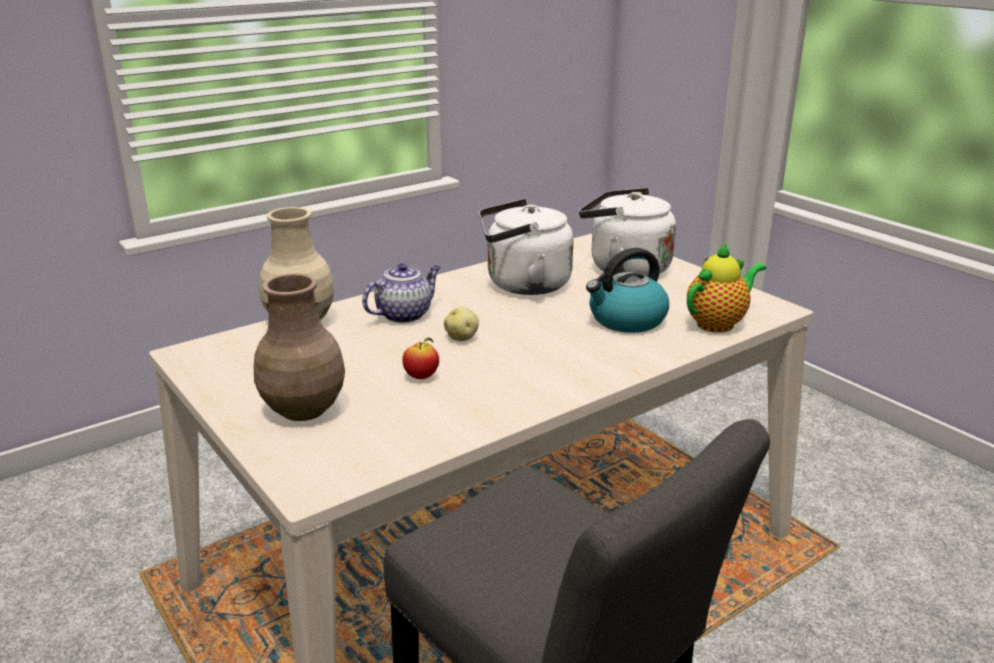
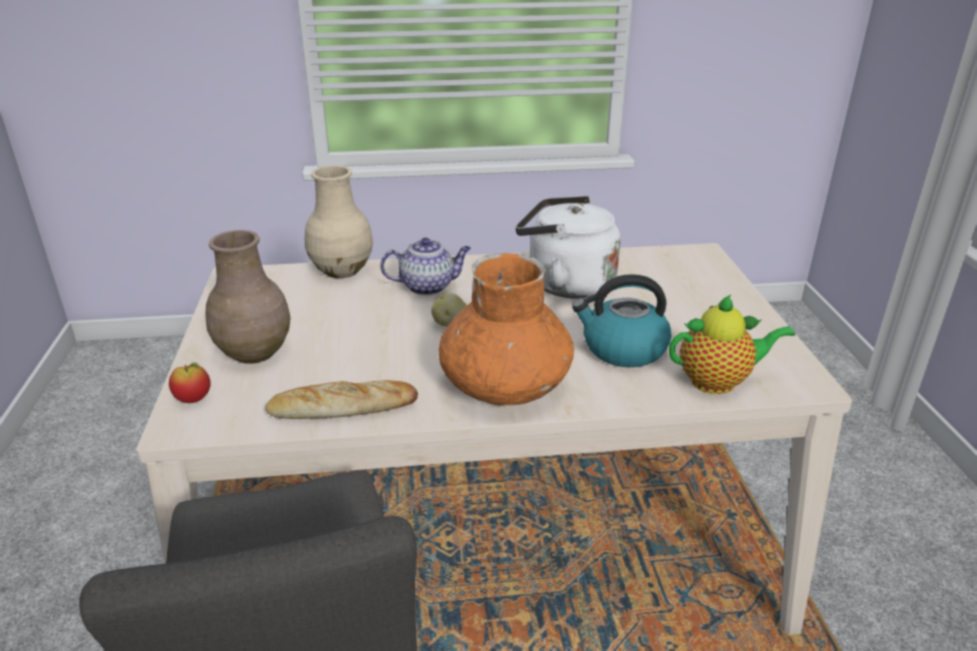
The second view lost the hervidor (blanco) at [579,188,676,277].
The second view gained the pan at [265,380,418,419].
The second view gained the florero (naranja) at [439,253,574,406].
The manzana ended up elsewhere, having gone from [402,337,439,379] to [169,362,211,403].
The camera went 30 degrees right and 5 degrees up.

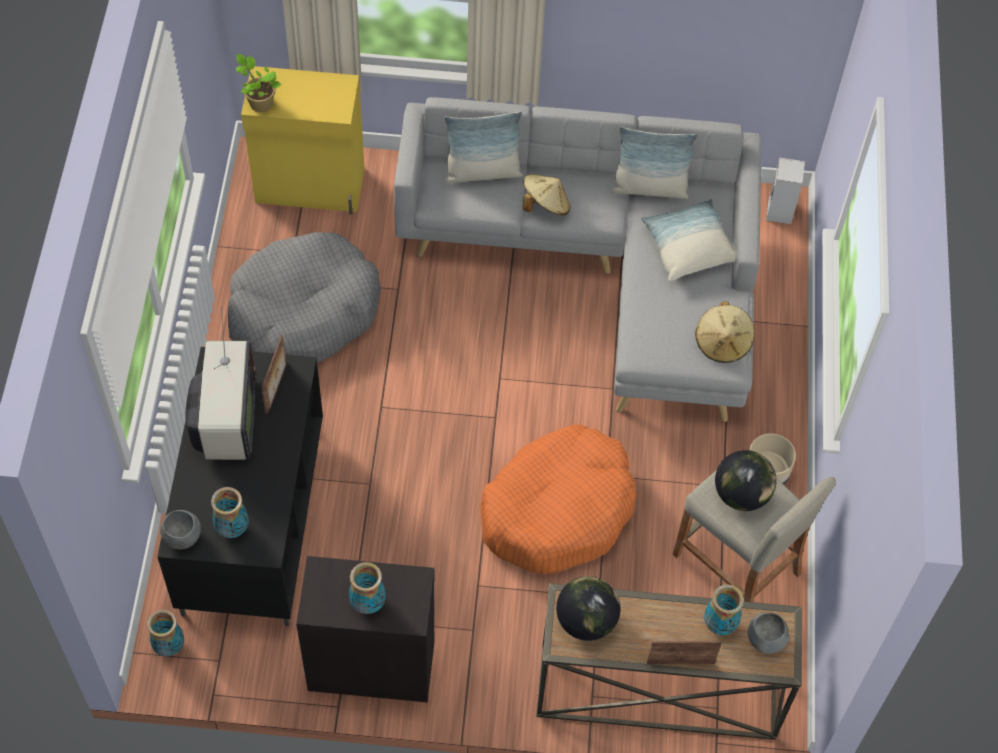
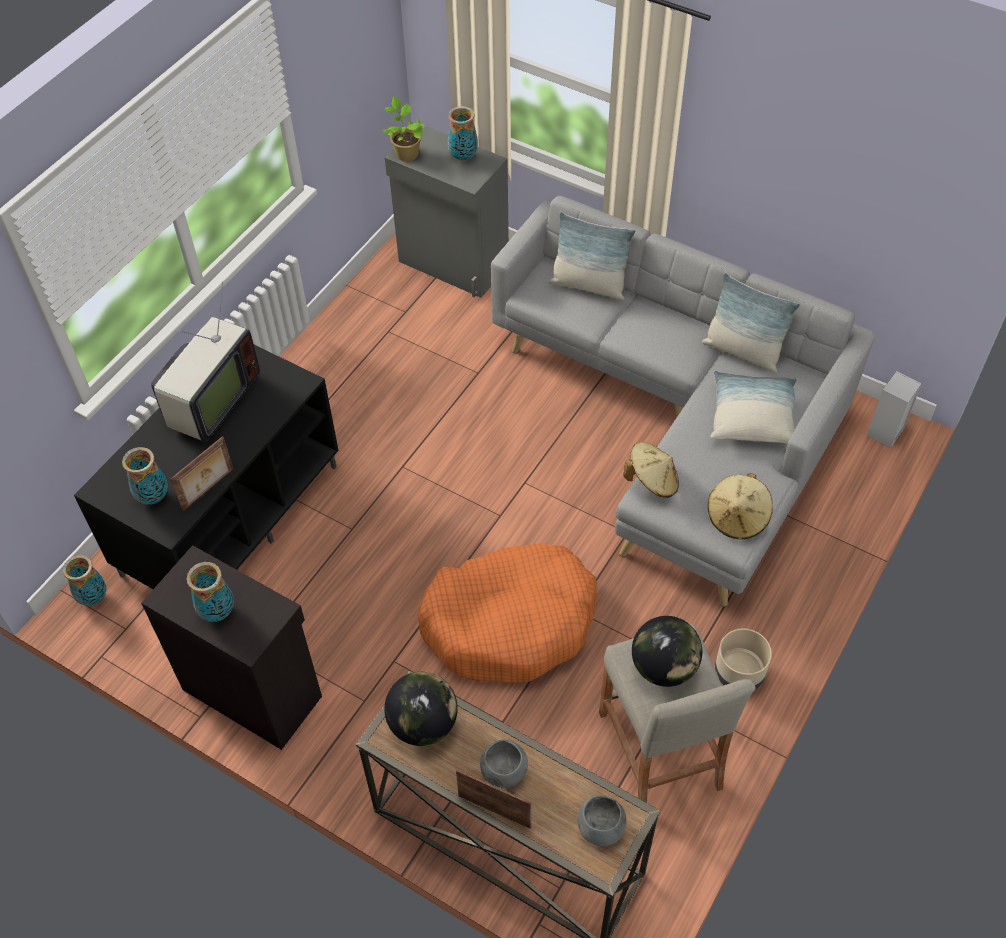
The second view lost the cama para perro (gris) at [228,232,381,363].
The cuenco (gris) ended up elsewhere, having gone from [160,510,201,549] to [480,740,528,788].
The portarretratos ended up elsewhere, having gone from [262,335,287,414] to [170,436,233,511].
The sombrero (beis) ended up elsewhere, having gone from [522,174,571,215] to [624,442,679,498].
The florero ended up elsewhere, having gone from [704,585,744,635] to [448,106,478,161].
What was the armario (amarillo) at [241,66,364,215] turned into the armario (gris) at [385,124,509,298].
The camera went 30 degrees right and 5 degrees down.

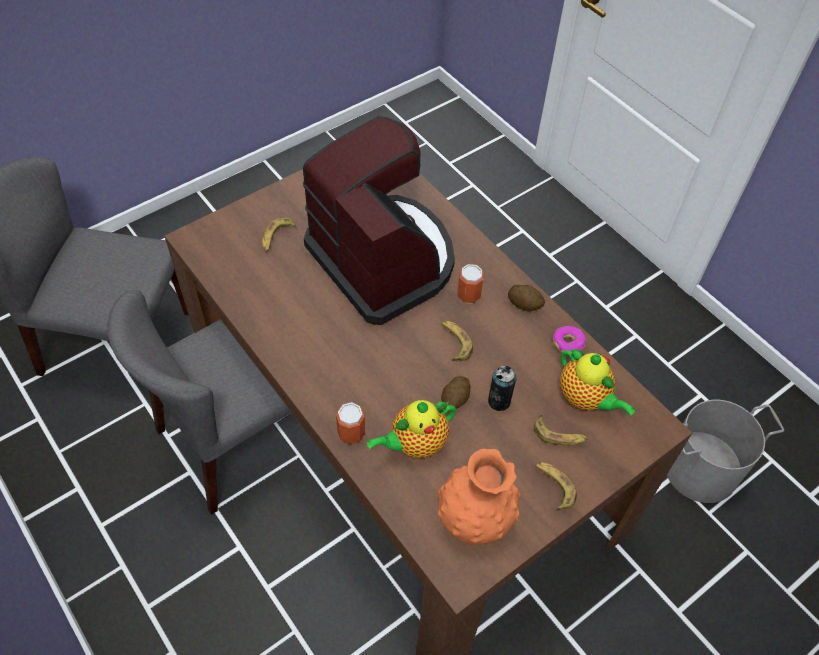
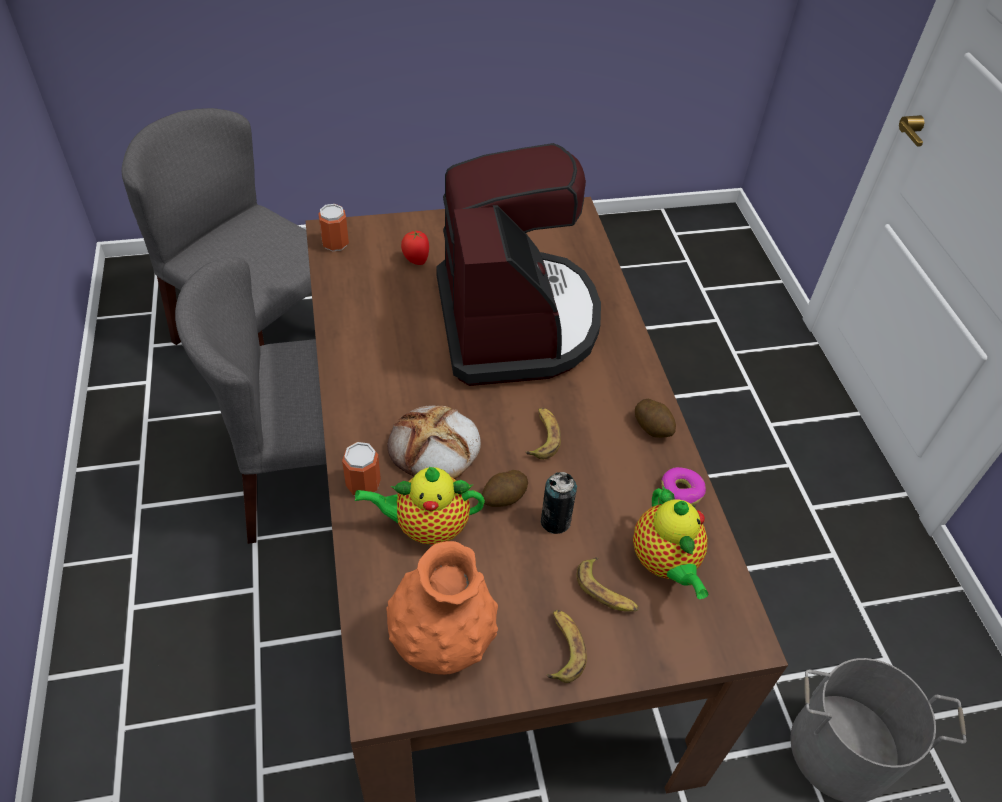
The second view gained the pan at [387,406,481,479].
The lata ended up elsewhere, having gone from [457,264,484,304] to [318,204,349,251].
Where the plátano stood at [262,217,297,252], the tomate came to stand at [401,230,429,265].
The camera went 25 degrees right and 5 degrees down.

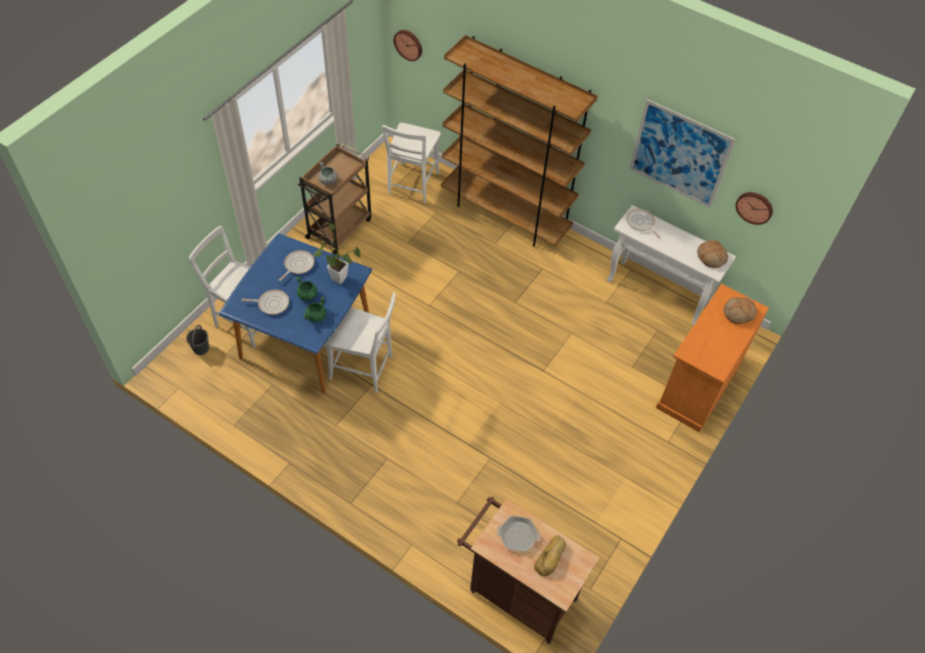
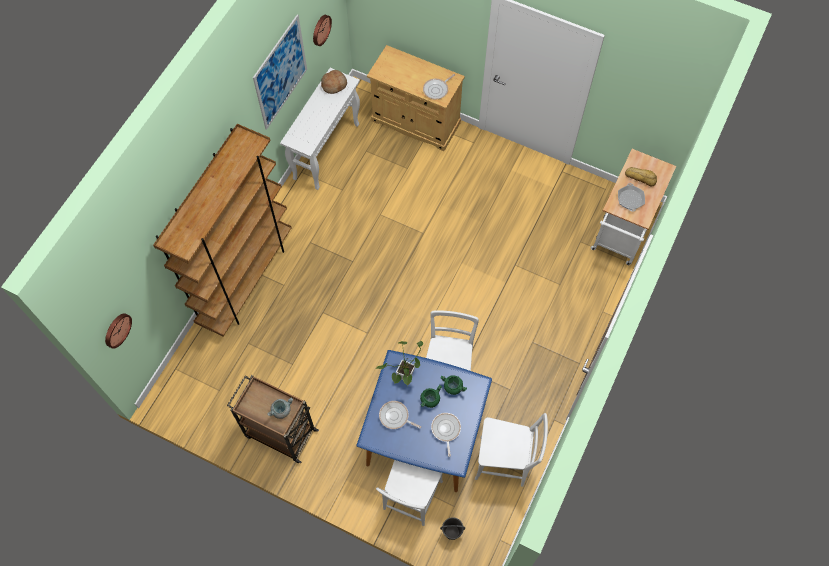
The second view lost the pan at [724,297,757,324].
The silla (blanco) ended up elsewhere, having gone from [382,123,441,203] to [475,413,548,487].
The sartén ended up elsewhere, having gone from [626,209,660,238] to [423,74,455,100].
What was the carrito (marrón) at [457,497,600,644] turned into the carrito (blanco) at [591,149,676,265].
What was the armario (naranja) at [656,284,769,432] turned into the armario (beis) at [367,45,465,151].
The camera went 95 degrees left and 10 degrees up.

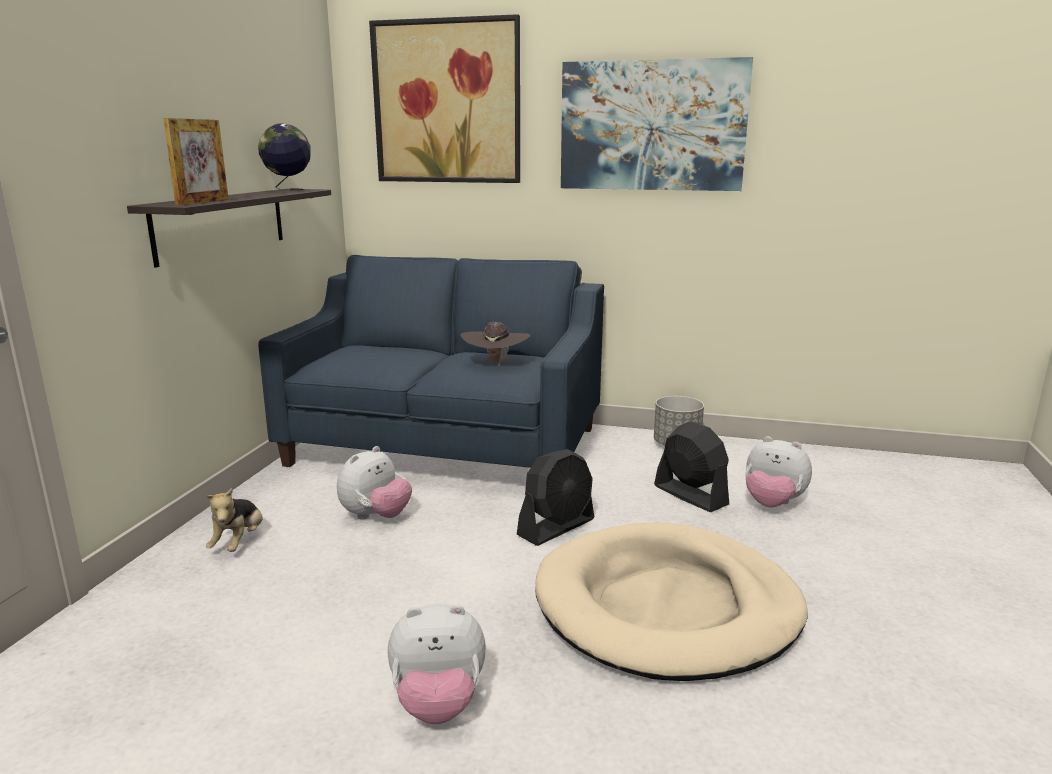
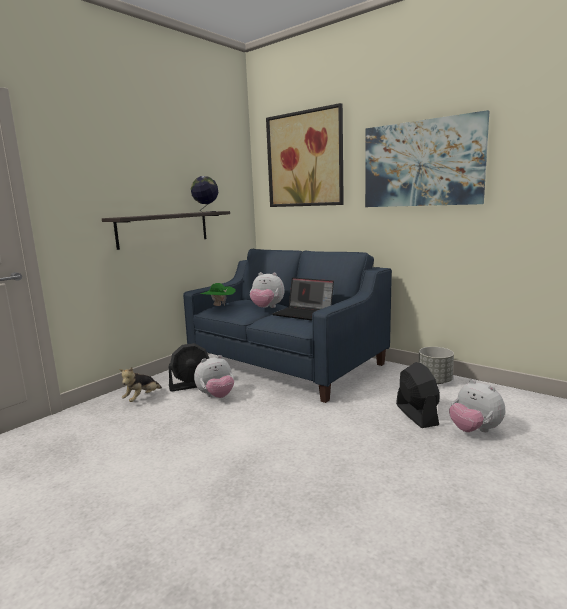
The second view lost the portarretratos at [163,118,229,205].
The second view lost the cama para perro (beis) at [535,523,808,681].
The second view gained the sombrero (verde) at [200,283,236,306].
The peluche ended up elsewhere, having gone from [388,604,486,724] to [250,272,284,308].
The ventilador (negro) ended up elsewhere, having gone from [517,449,594,546] to [169,343,209,392].
Where the sombrero (marrón) stood at [461,322,531,366], the portátil came to stand at [272,277,334,321].
The camera went 25 degrees right and 5 degrees down.

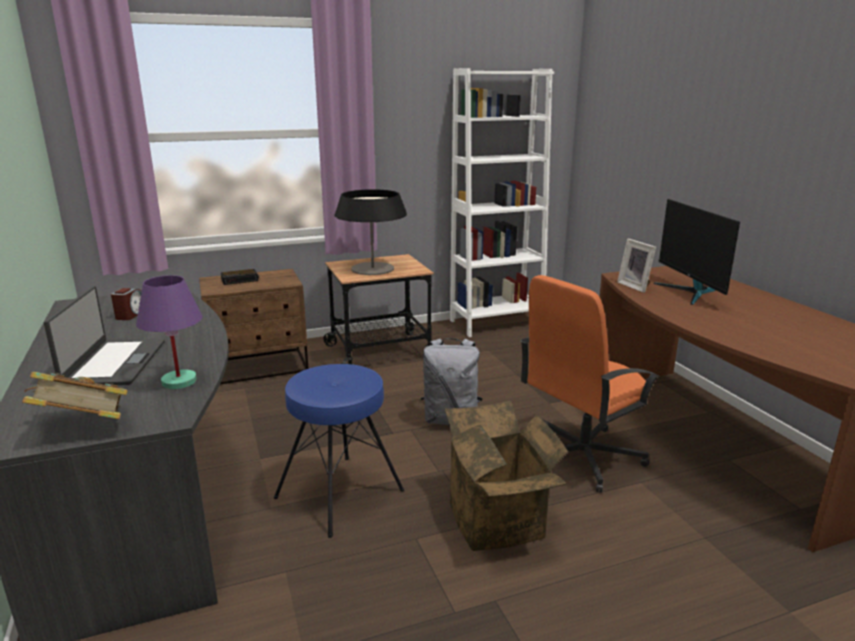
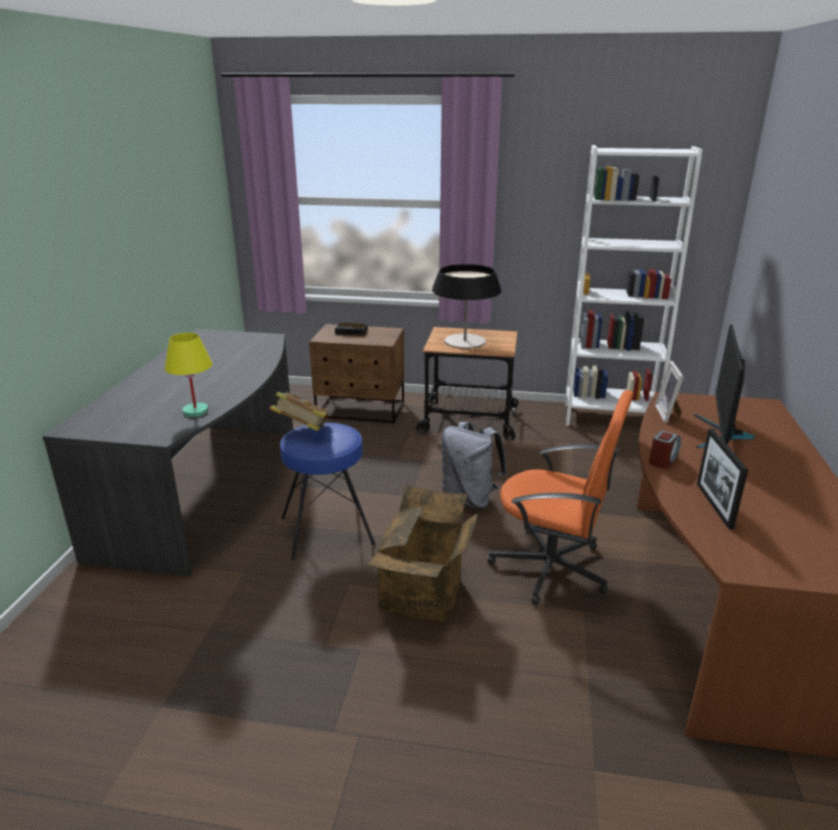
The second view lost the portátil at [44,286,165,385].
The second view gained the portarretratos at [697,429,748,529].
The libro ended up elsewhere, having gone from [22,372,128,419] to [269,392,329,431].
The despertador ended up elsewhere, having gone from [111,288,142,320] to [649,430,681,469].
What was the lámpara de mesa (morado) at [136,275,203,389] turned into the lámpara de mesa (amarillo) at [165,333,212,417].
The silla de oficina (naranja) at [520,275,660,493] ended up facing another way, 150 degrees counterclockwise from before.
The camera went 30 degrees right and 5 degrees up.

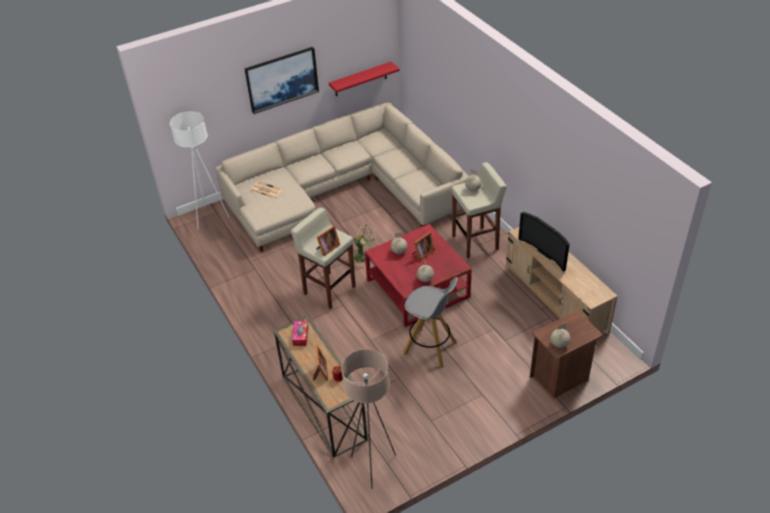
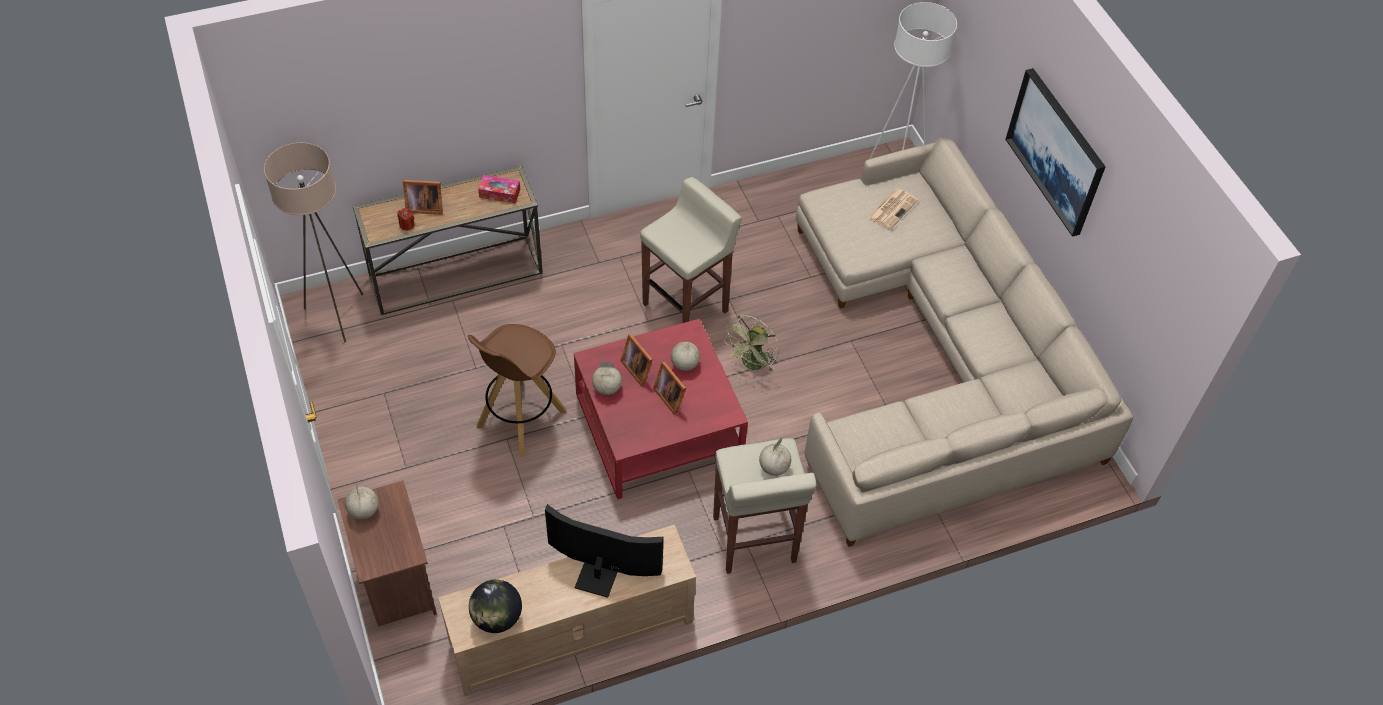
The second view lost the estante (rojo) at [329,62,400,96].
The second view gained the globo terráqueo at [469,579,522,633].
The portarretratos ended up elsewhere, having gone from [316,226,340,256] to [620,334,653,387].
What was the taburete (gris) at [403,277,458,368] turned into the taburete (marrón) at [468,324,566,457].
The televisor at [518,212,570,272] ended up facing another way, 45 degrees clockwise from before.
The camera went 95 degrees right and 10 degrees up.

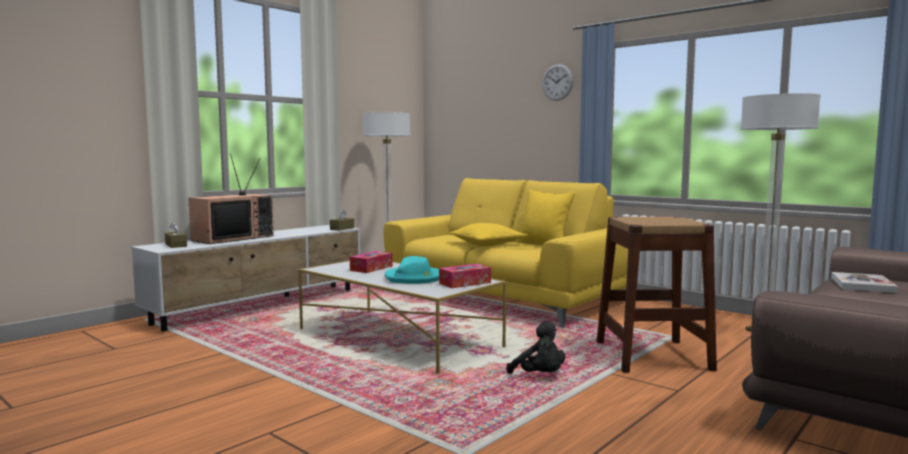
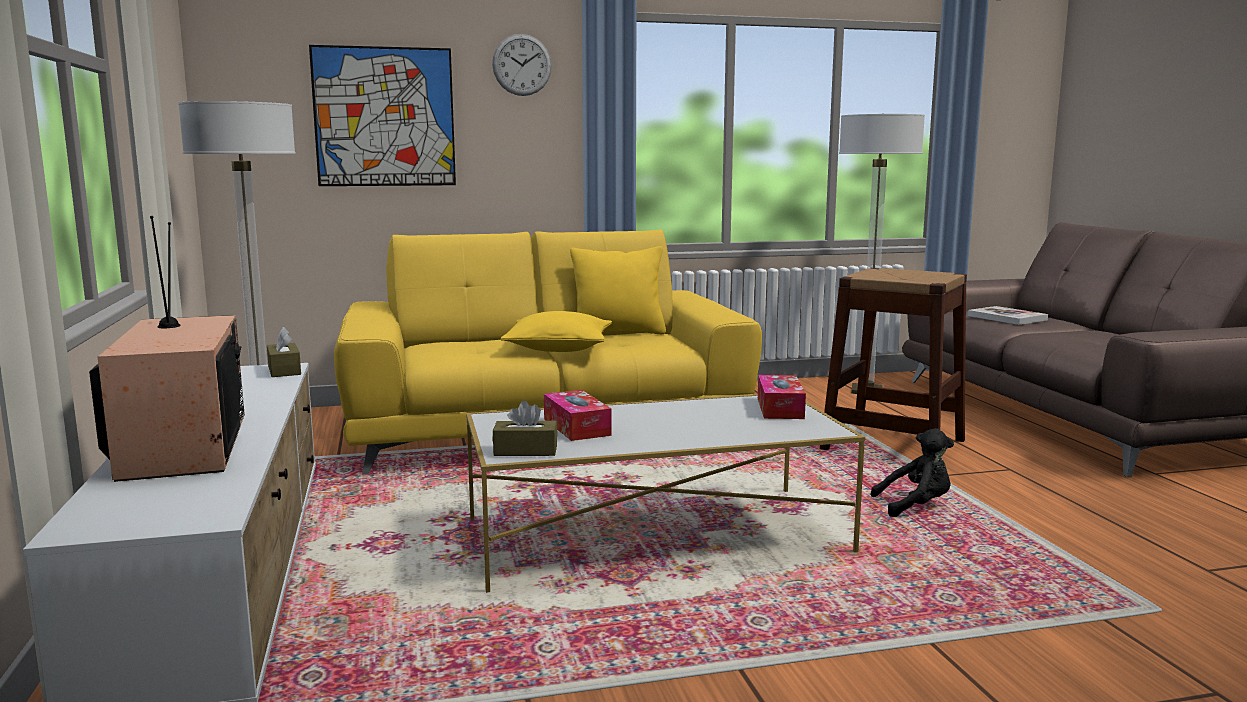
The second view lost the sombrero (turquesa) at [385,256,439,284].
The second view gained the cuadro at [309,45,456,186].
The caja de pañuelos (marrón) ended up elsewhere, having gone from [165,222,187,248] to [493,401,558,456].
The camera went 55 degrees left and 5 degrees up.

